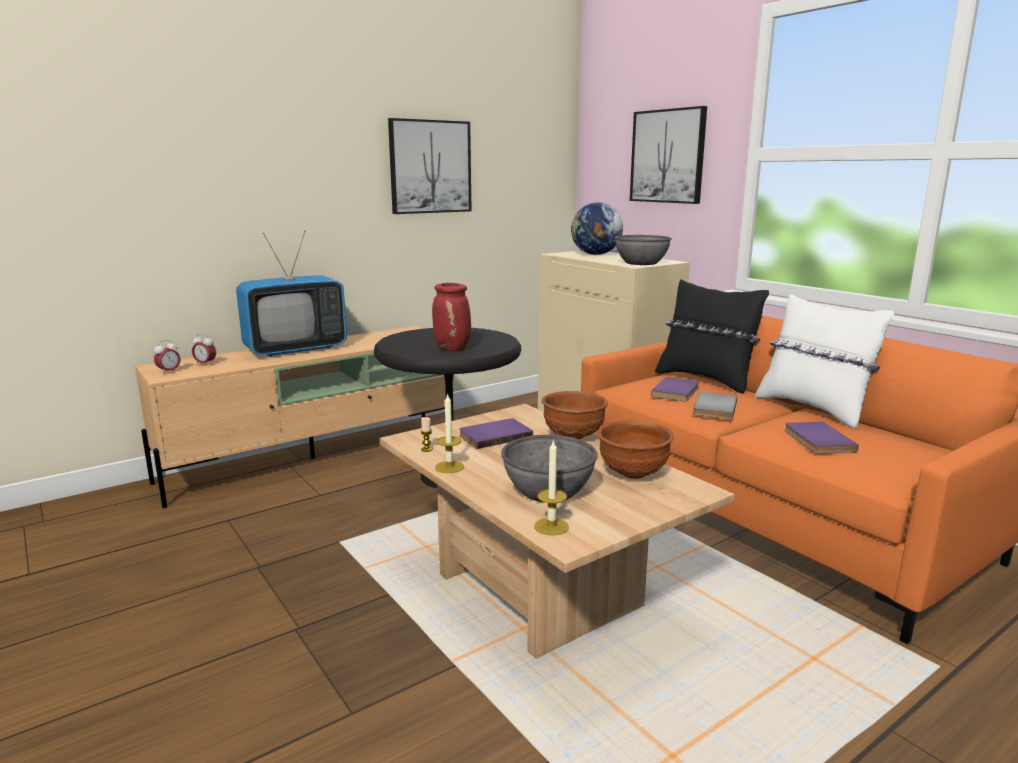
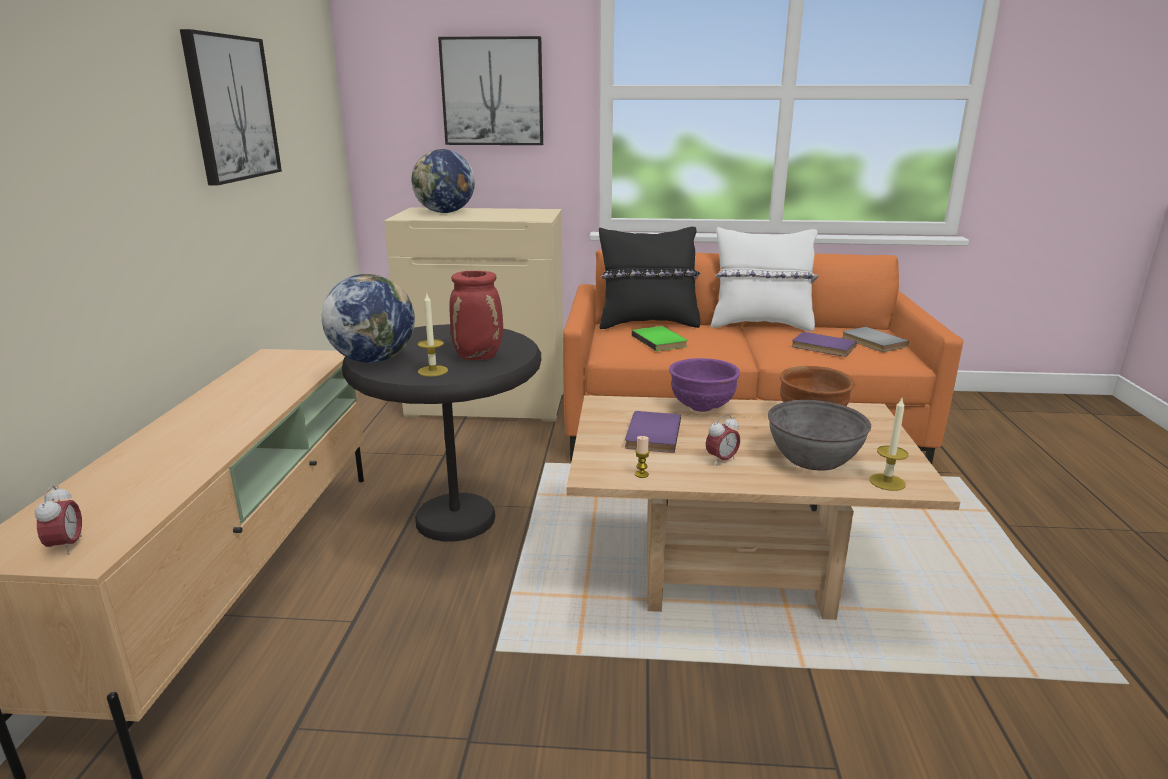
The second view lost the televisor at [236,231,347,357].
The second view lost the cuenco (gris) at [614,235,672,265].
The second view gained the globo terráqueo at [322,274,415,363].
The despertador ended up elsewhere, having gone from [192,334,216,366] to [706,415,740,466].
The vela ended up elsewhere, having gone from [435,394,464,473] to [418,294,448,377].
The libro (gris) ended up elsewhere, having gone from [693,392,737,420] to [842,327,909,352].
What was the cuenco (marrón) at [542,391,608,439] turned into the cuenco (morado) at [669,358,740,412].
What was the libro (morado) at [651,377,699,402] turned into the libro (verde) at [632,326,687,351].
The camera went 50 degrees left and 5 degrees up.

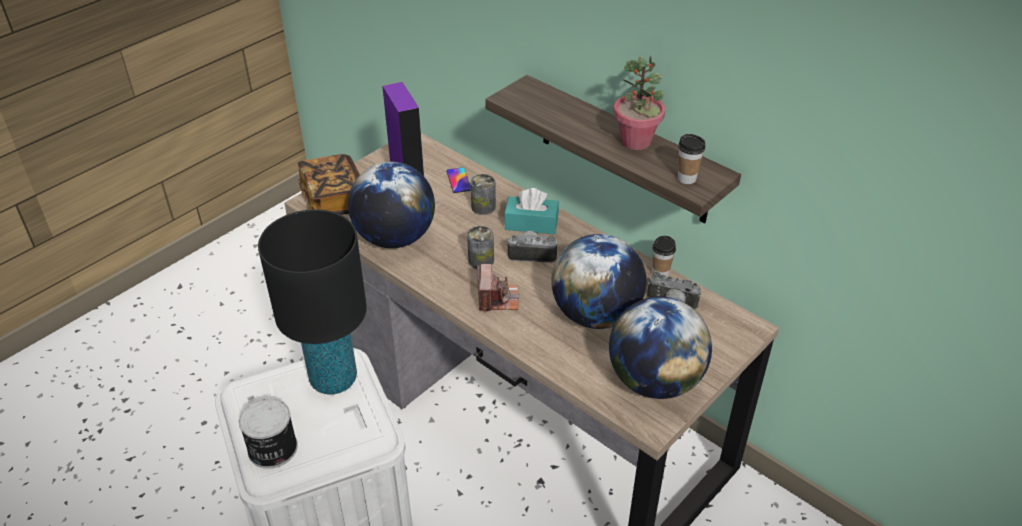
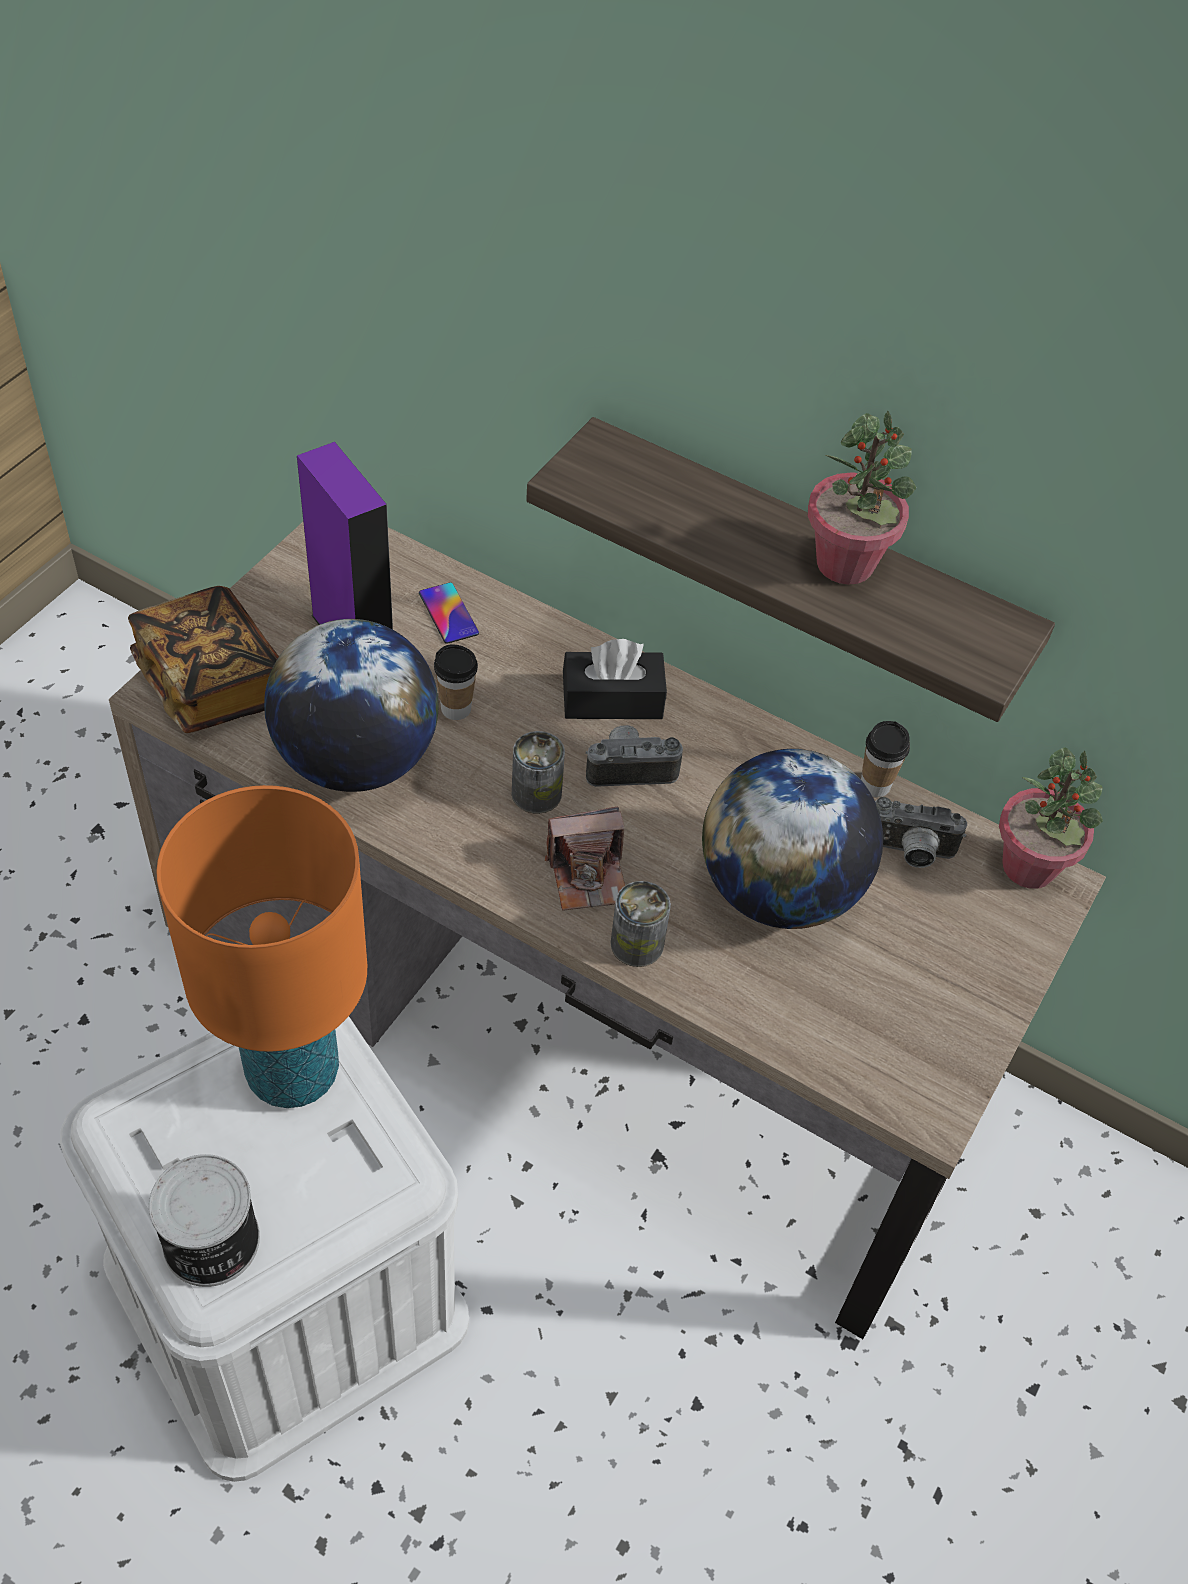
The second view lost the globo terráqueo at [609,297,712,399].
The second view gained the planta en maceta at [999,747,1103,889].
The lata ended up elsewhere, having gone from [471,174,496,215] to [610,881,671,967].
The taza ended up elsewhere, having gone from [678,134,706,184] to [434,645,478,720].
What was the lámpara de mesa (negro) at [258,209,367,395] turned into the lámpara de mesa (naranja) at [156,785,367,1108].
What was the caja de pañuelos (turquesa) at [504,188,559,234] turned into the caja de pañuelos (negro) at [563,639,667,719].
The cámara at [477,264,519,312] ended up facing another way, 90 degrees clockwise from before.
The camera went 15 degrees left and 10 degrees up.

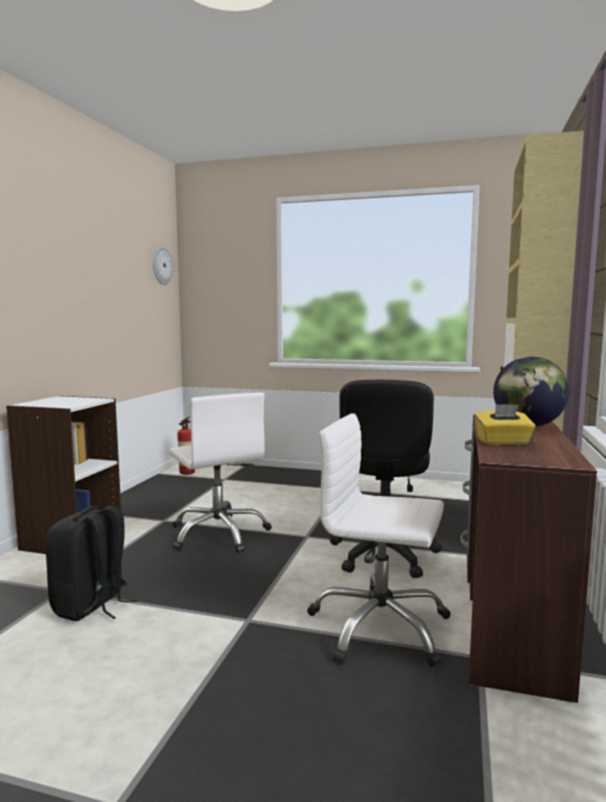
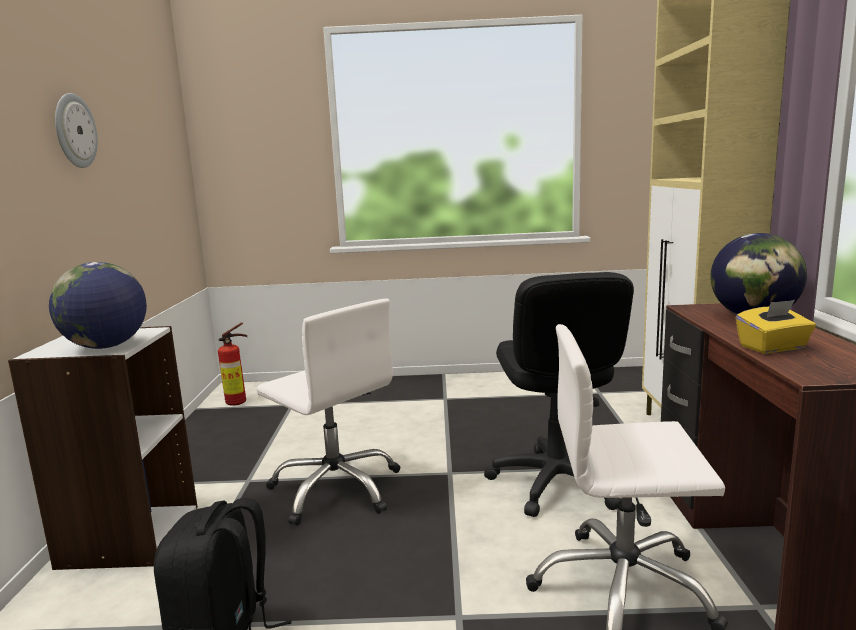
The second view gained the globo terráqueo at [49,262,147,349].
The reloj de pared ended up elsewhere, having gone from [153,246,173,285] to [55,93,98,168].
The camera went 15 degrees left and 5 degrees up.

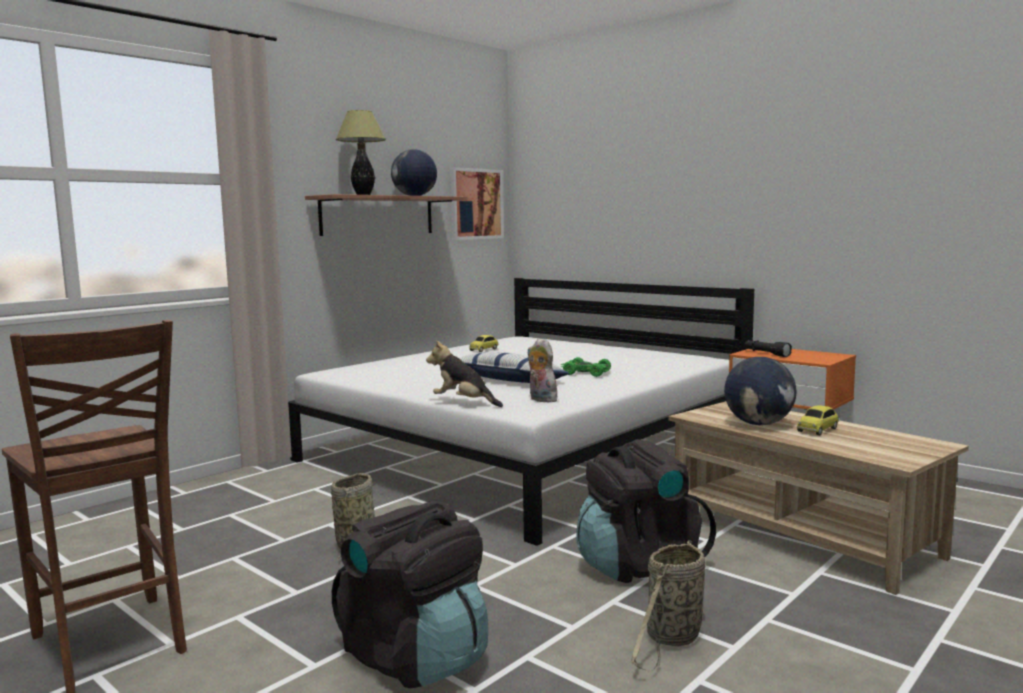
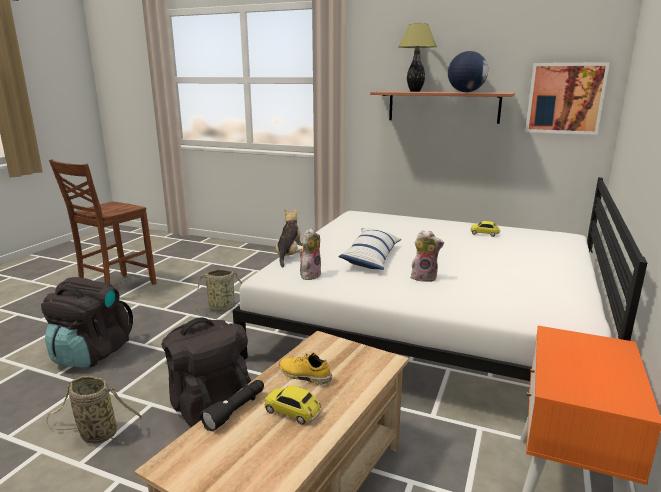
The linterna (negro) ended up elsewhere, having gone from [745,340,792,357] to [200,380,264,431].
Where the coche de juguete (verde) stood at [561,357,611,377], the peluche came to stand at [411,230,444,282].
Where the globo terráqueo stood at [724,357,796,425], the zapato (amarillo) came to stand at [279,352,332,384].
The camera went 70 degrees right and 10 degrees up.

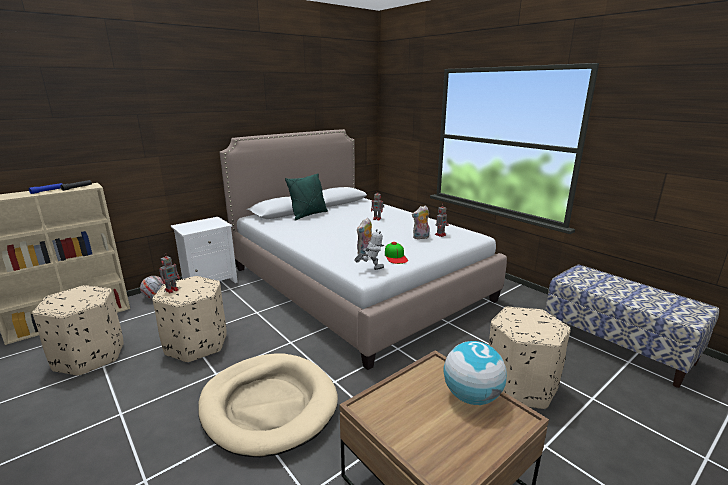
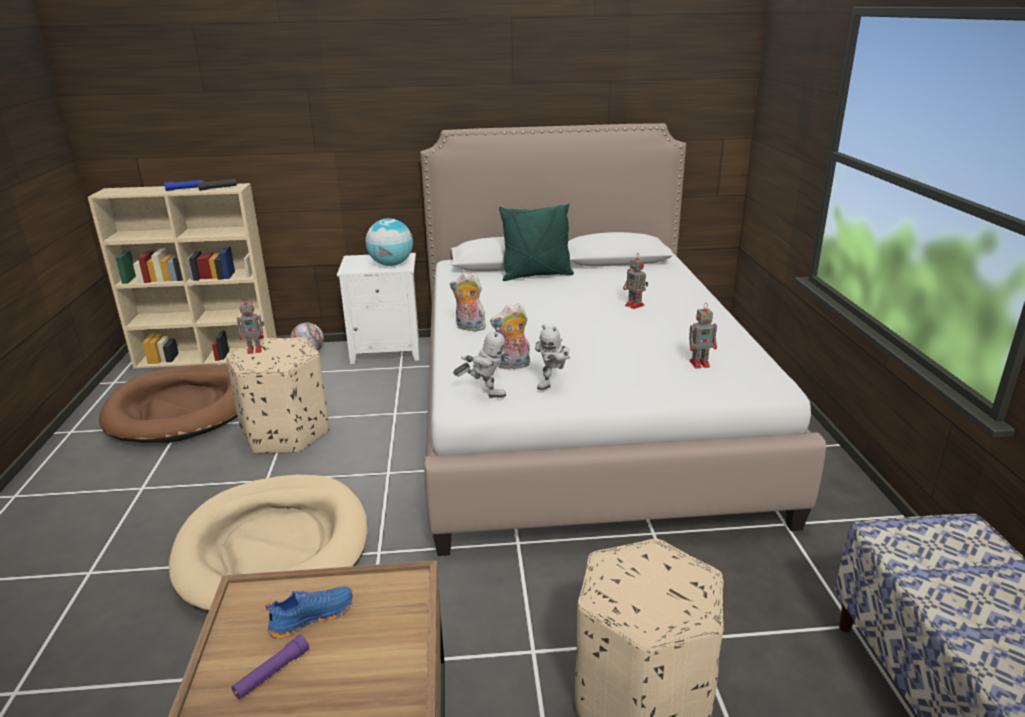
The second view gained the linterna (morado) at [231,635,309,699].
The second view gained the zapato (azul) at [265,587,353,638].
The peluche ended up elsewhere, having gone from [412,206,429,239] to [450,272,486,331].
The globo terráqueo ended up elsewhere, having gone from [444,341,507,405] to [366,218,413,266].
Where the puf (beis) stood at [32,285,124,376], the cama para perro (marrón) came to stand at [99,364,238,443].
Where the gorra stood at [385,242,408,264], the robot de juguete came to stand at [535,325,570,390].
The camera went 35 degrees right and 5 degrees up.

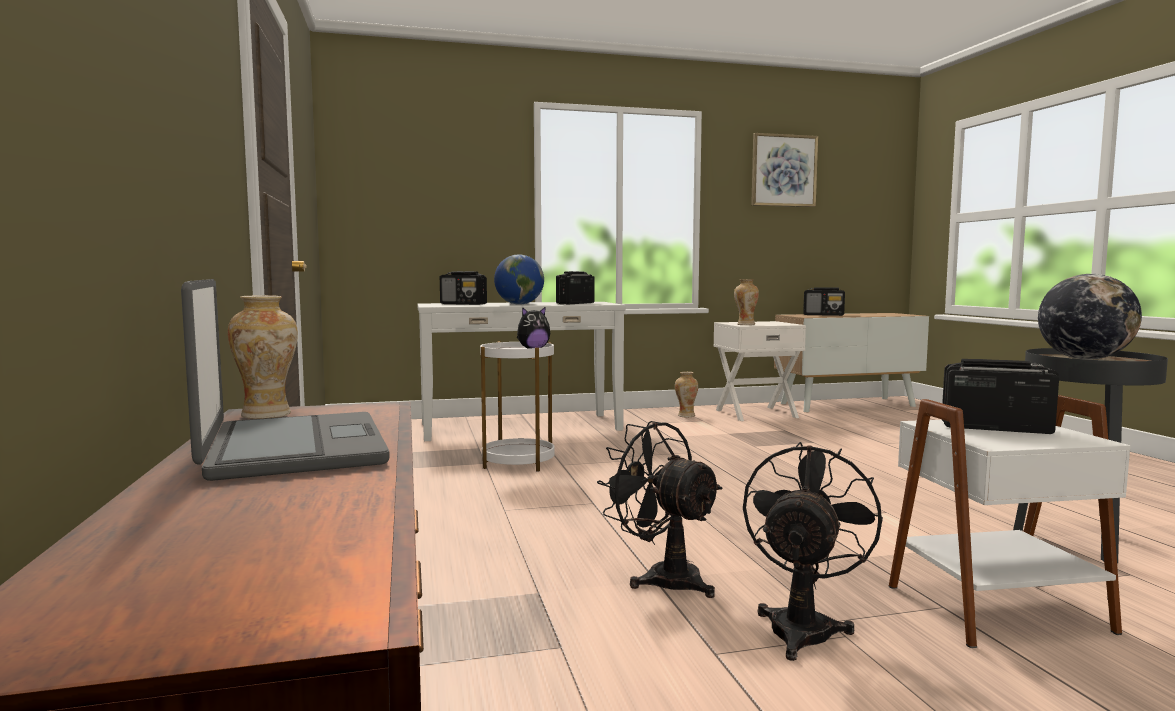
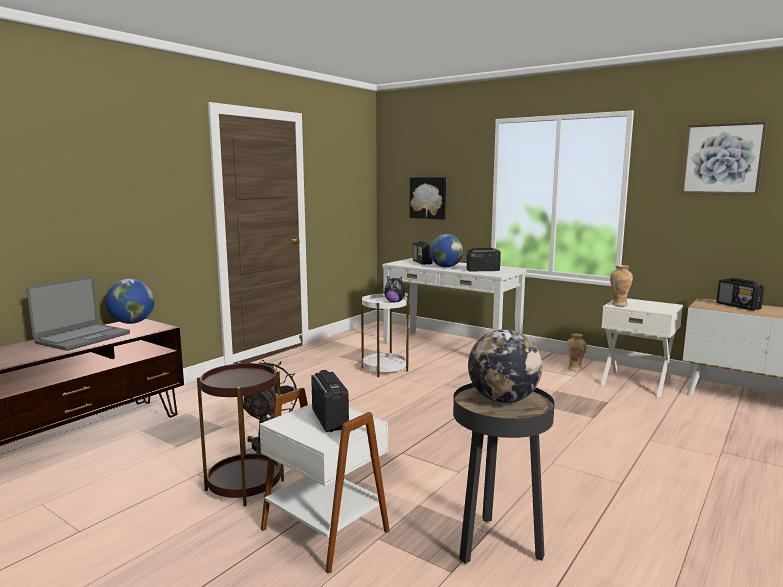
The second view gained the cuadro at [410,177,446,220].
Where the florero stood at [228,295,298,419], the globo terráqueo came to stand at [105,279,155,324].
Where the ventilador (negro) stood at [743,442,883,661], the mesa auxiliar (marrón) came to stand at [197,362,284,506].
The camera went 50 degrees right and 5 degrees up.

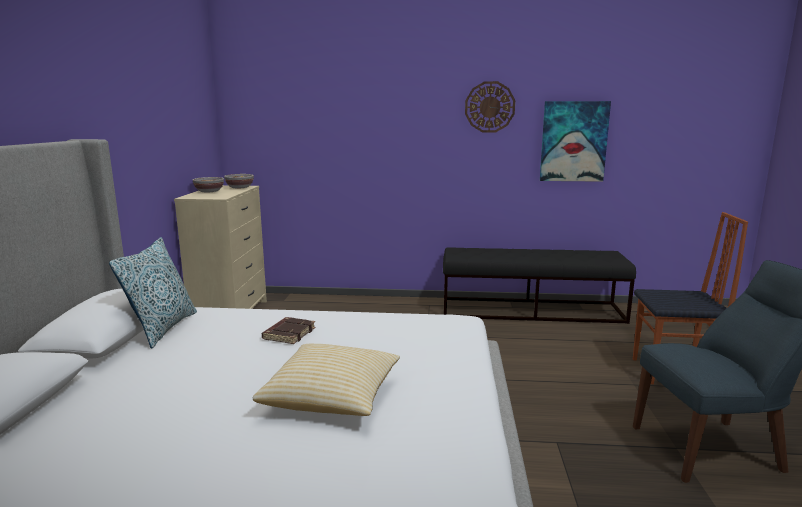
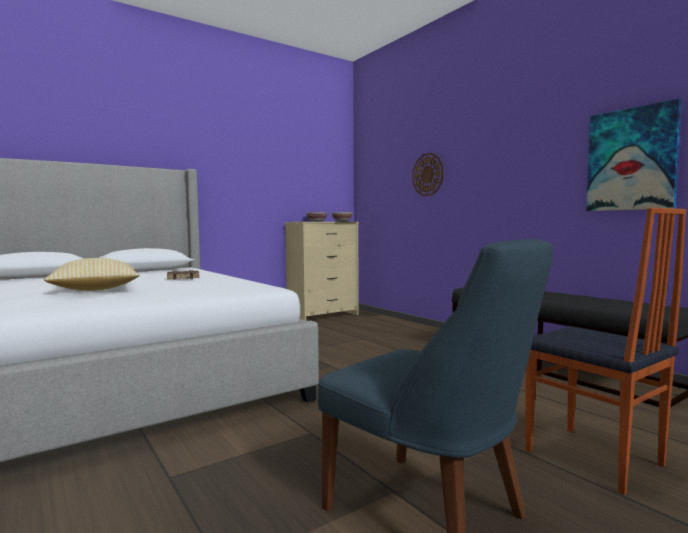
The second view lost the cojín at [109,237,197,349].
The reloj de pared ended up elsewhere, having gone from [465,81,515,133] to [412,153,444,196].
The camera went 50 degrees right and 10 degrees down.

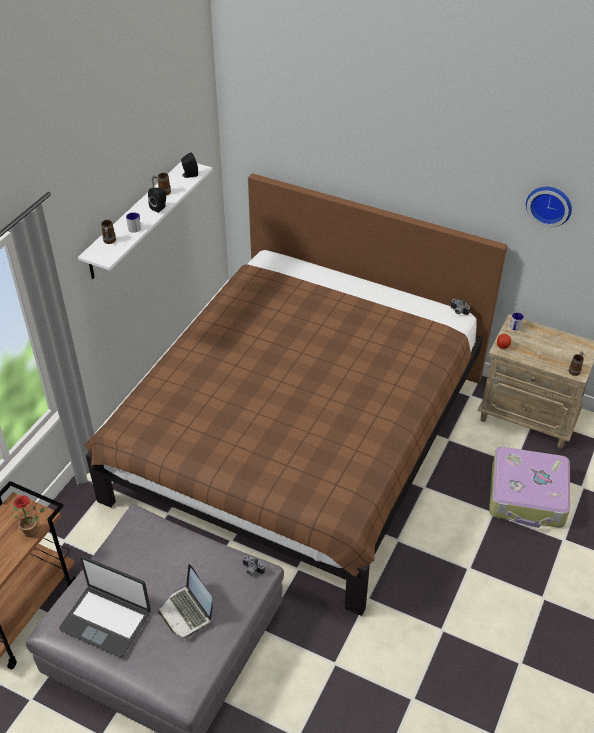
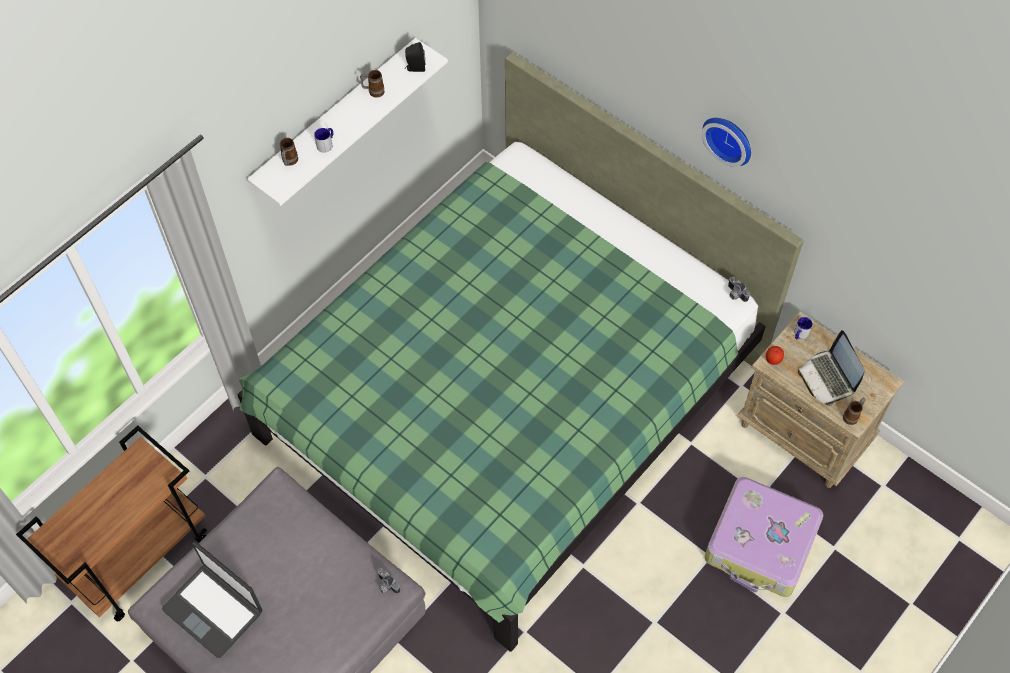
The second view lost the planta en maceta at [13,495,46,537].
The second view lost the altavoz (negro) at [148,187,166,213].
The portátil ended up elsewhere, having gone from [158,564,212,639] to [798,330,865,406].
The reloj de pared ended up elsewhere, having gone from [526,187,572,227] to [702,118,751,167].
What was the cama (marrón) at [84,173,507,616] turned into the cama (verde) at [237,52,804,652].
The camera went 15 degrees right and 15 degrees up.

